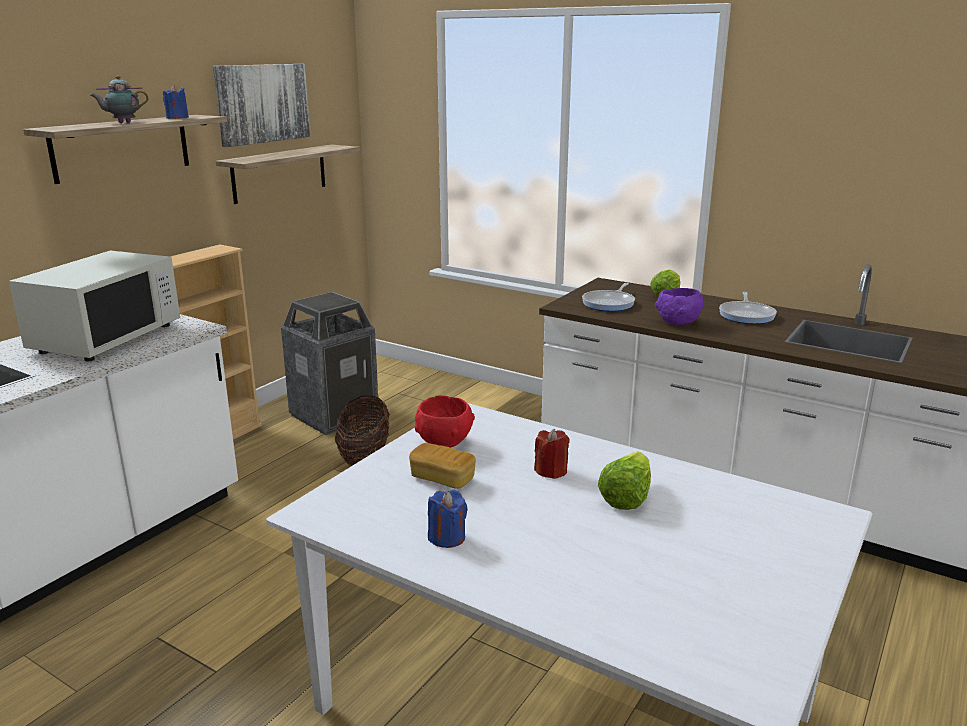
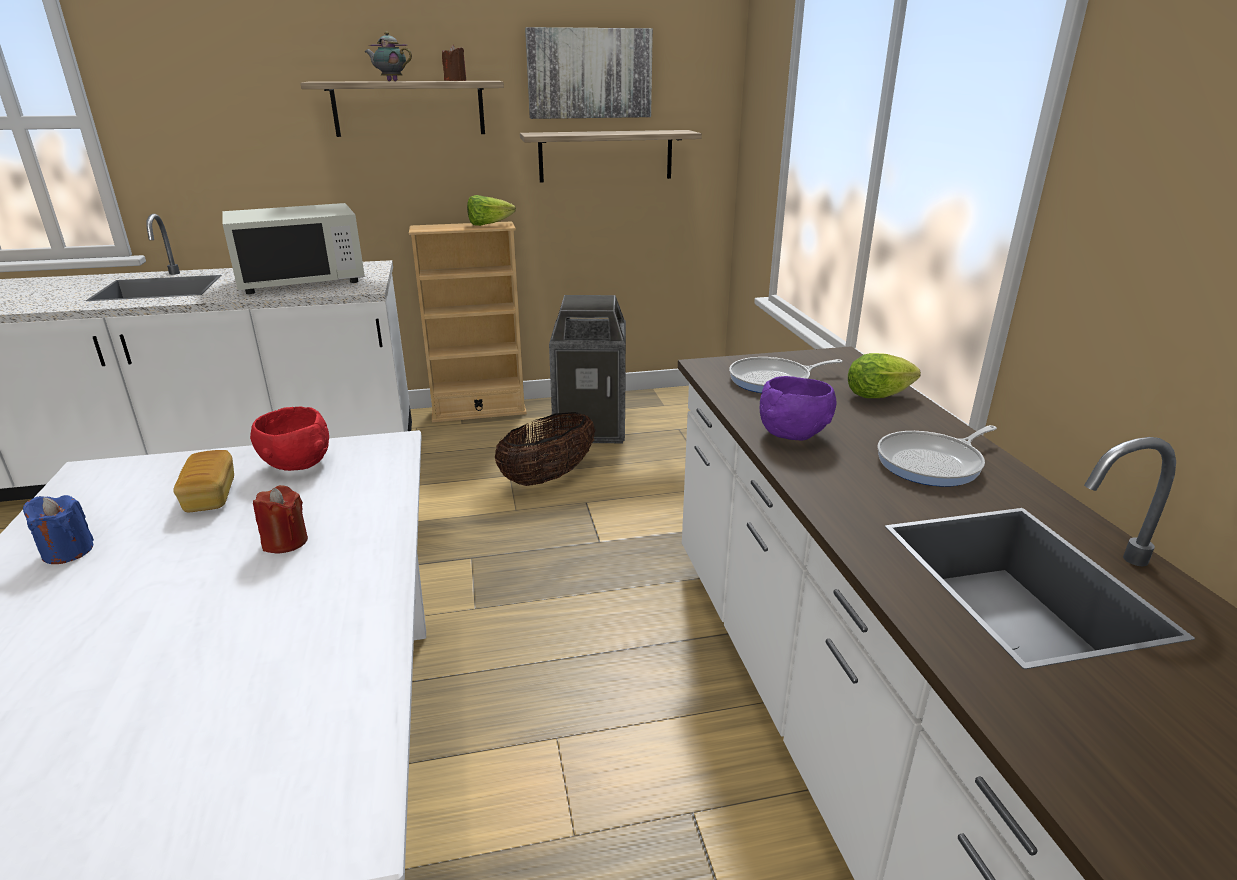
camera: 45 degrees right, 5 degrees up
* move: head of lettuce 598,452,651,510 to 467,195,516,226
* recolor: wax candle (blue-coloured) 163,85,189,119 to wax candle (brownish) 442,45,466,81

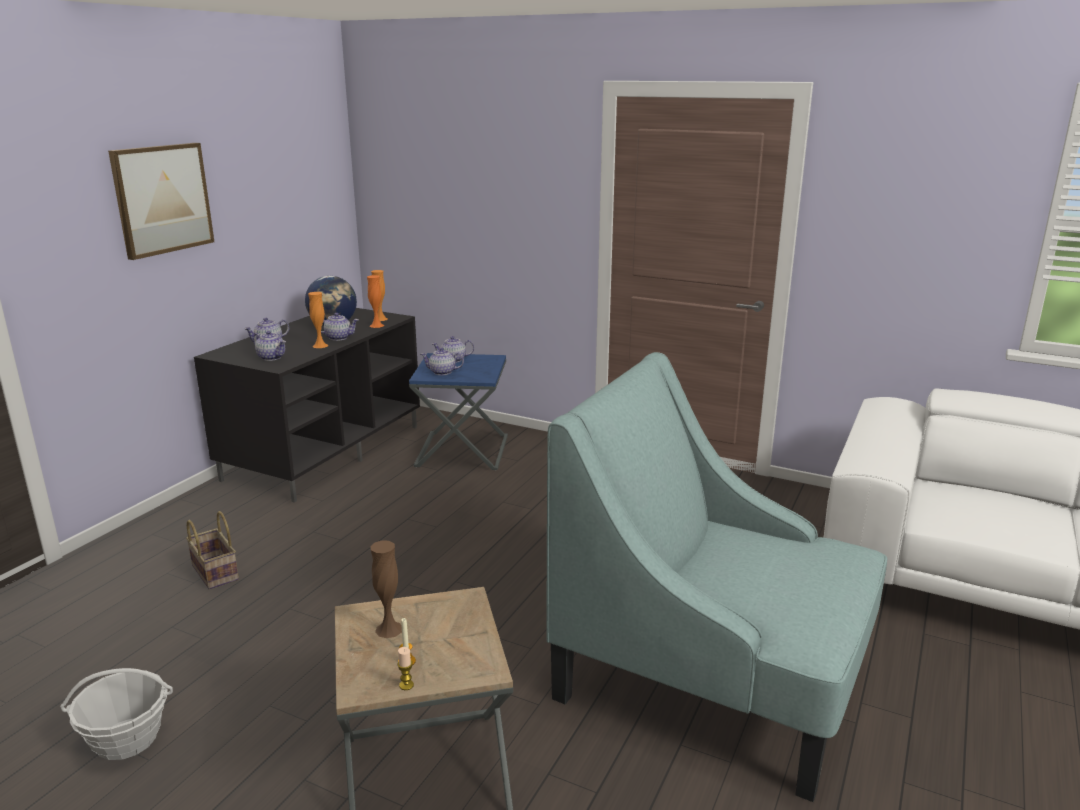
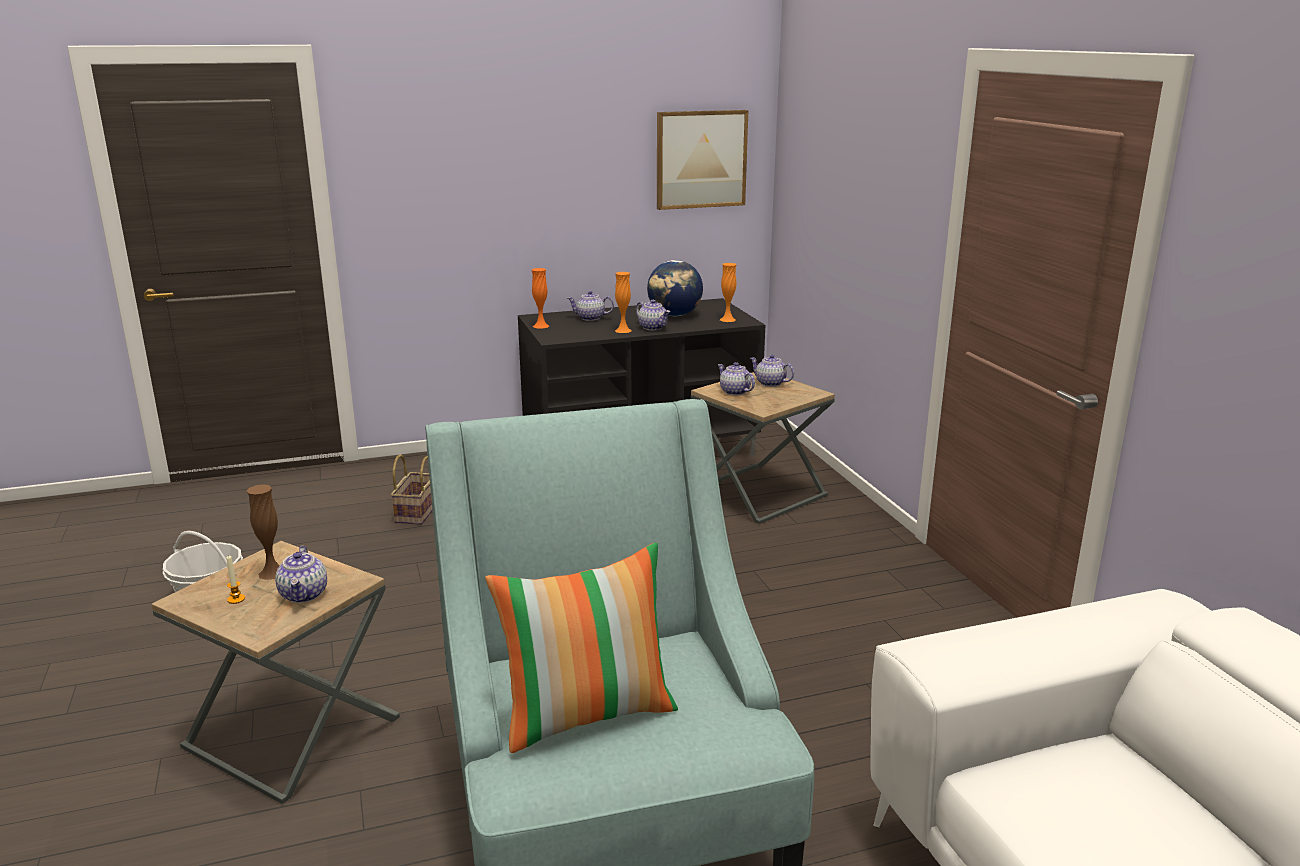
camera: 45 degrees right, 0 degrees up
* delete: wax candle 397,647,414,690
* insert: cushion 485,542,678,753
* move: wall picture 108,143,214,260 to 657,110,748,210
* move: pot for tea 253,331,286,361 to 275,546,327,603
* move: decorative vase (orangey) 367,275,384,328 to 532,268,549,328
* recolor: accent table (blue-coloured) 409,353,508,470 to accent table (brownish) 691,372,835,524

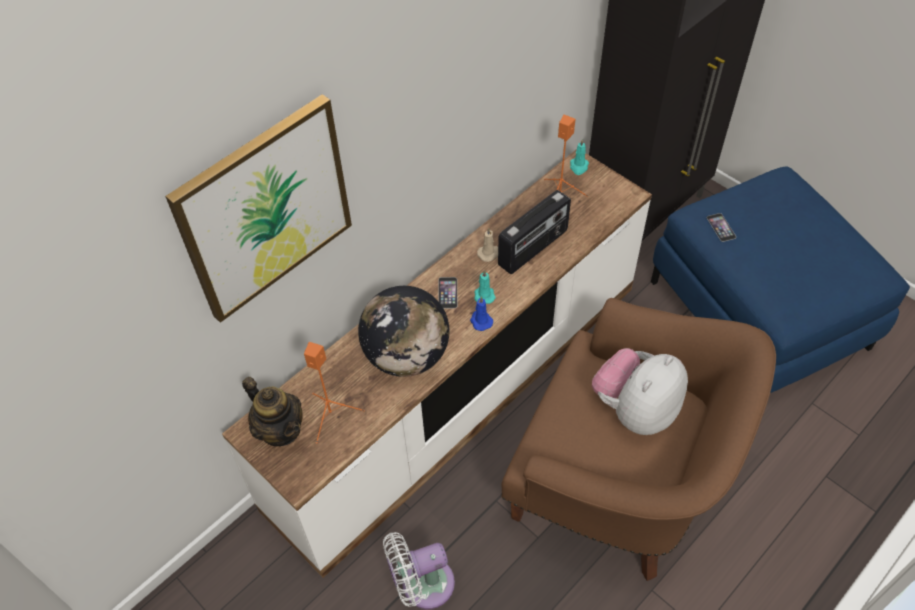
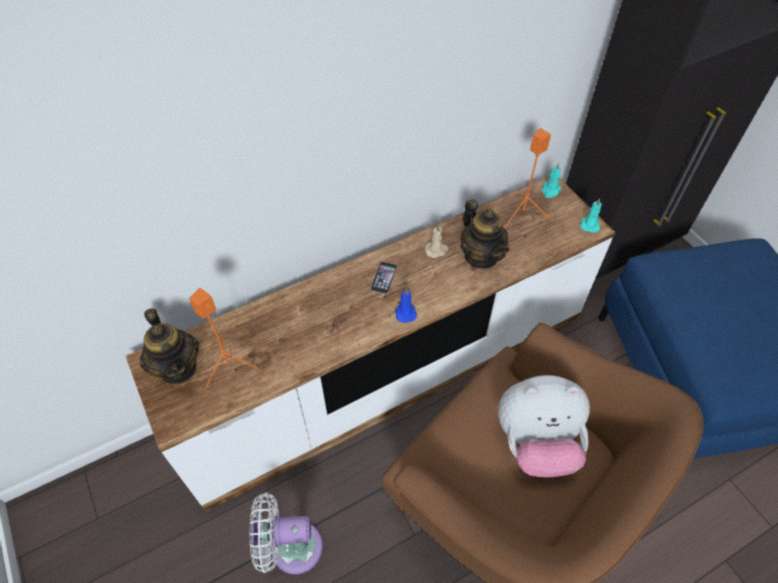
camera: 15 degrees right, 0 degrees up
* delete: wall picture 165,94,352,323
* delete: world globe 358,286,449,377
* delete: handset 707,213,736,242
* move: wax candle (blue-green) 474,270,496,304 to 580,198,602,233
* replace: radio receiver 498,190,571,274 to pot for tea 460,199,509,269
* rotate: plush toy 592,348,688,435 = 498,375,590,477 150 degrees counterclockwise

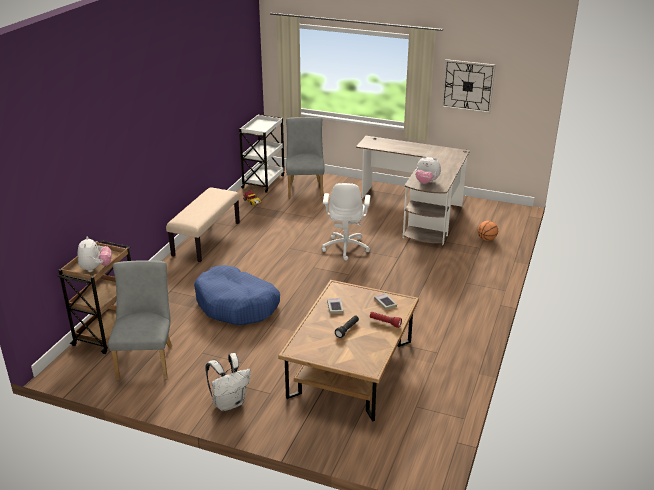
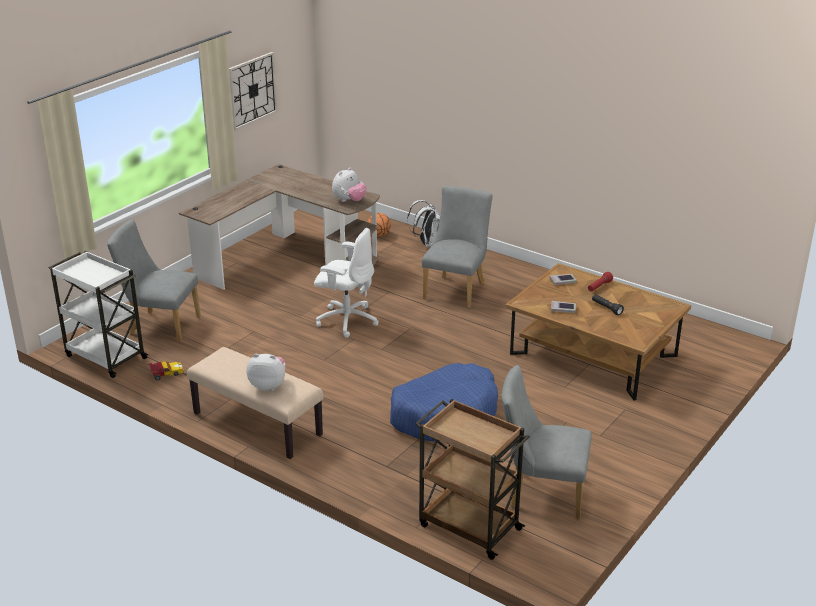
camera: 75 degrees left, 0 degrees up
* insert: chair (grey) 422,186,492,308
* move: plush toy 78,237,112,272 to 246,354,285,391
* move: backpack (whitish) 205,353,251,411 to 407,200,440,248

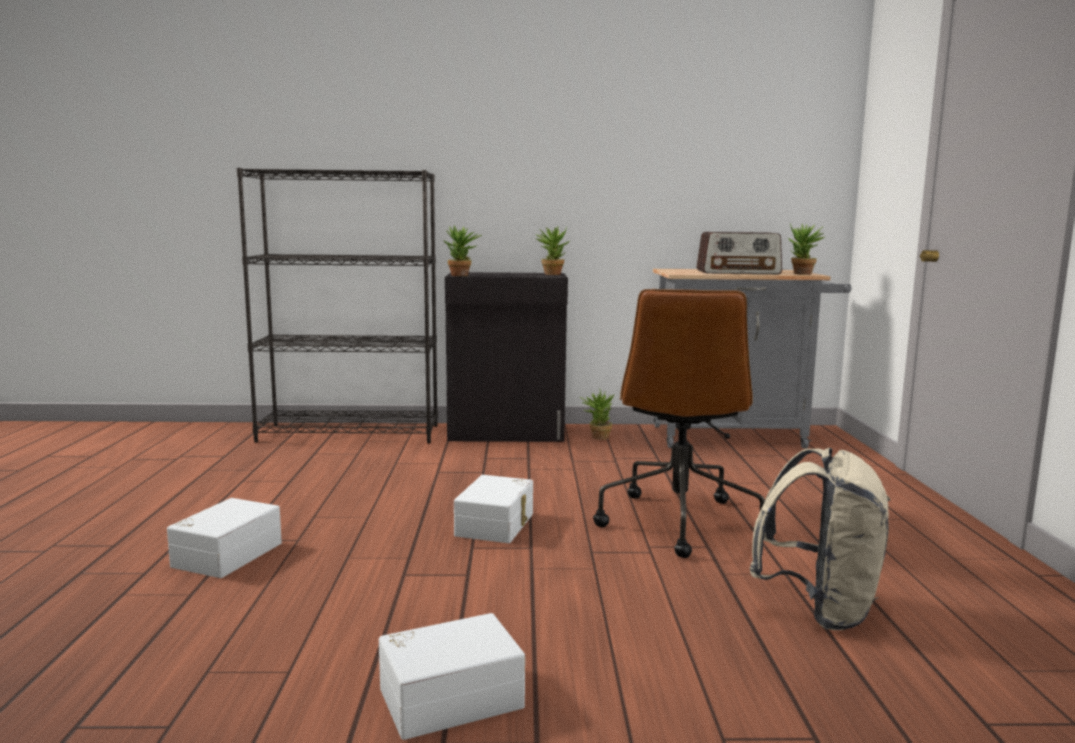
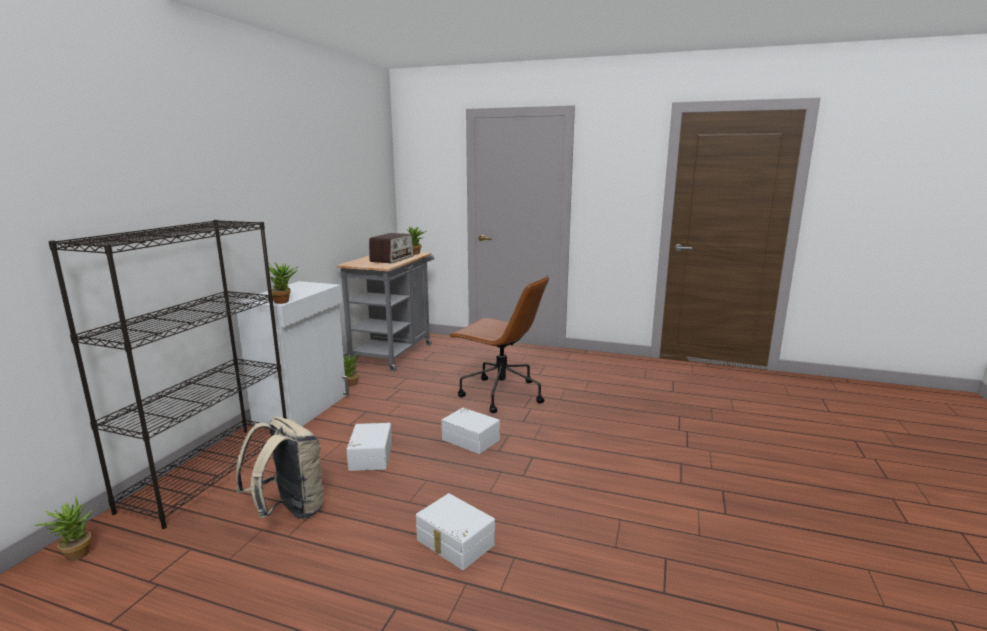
camera: 70 degrees left, 5 degrees up
* move: storage bin (whitish) 379,613,525,740 to 346,423,392,471
* move: potted plant 535,226,570,275 to 35,495,93,561
* move: backpack (sand-coloured) 749,448,890,630 to 236,417,324,519
* recolor: storage cabinet (blackish) 445,272,568,442 to storage cabinet (whitish) 235,281,349,426

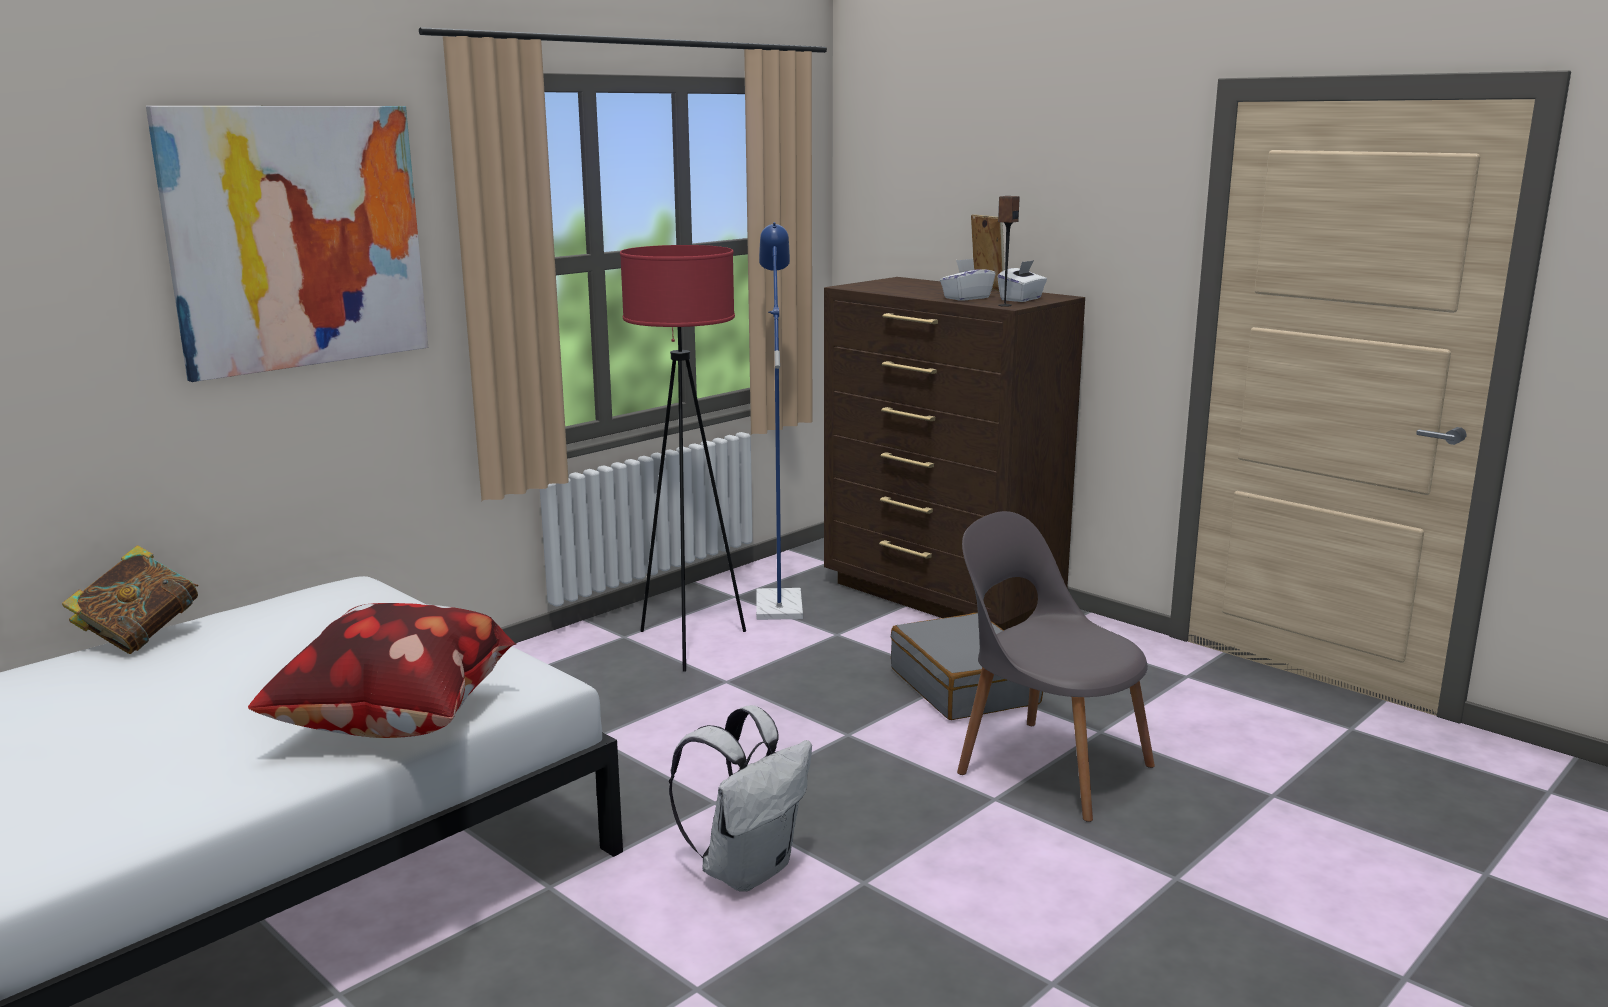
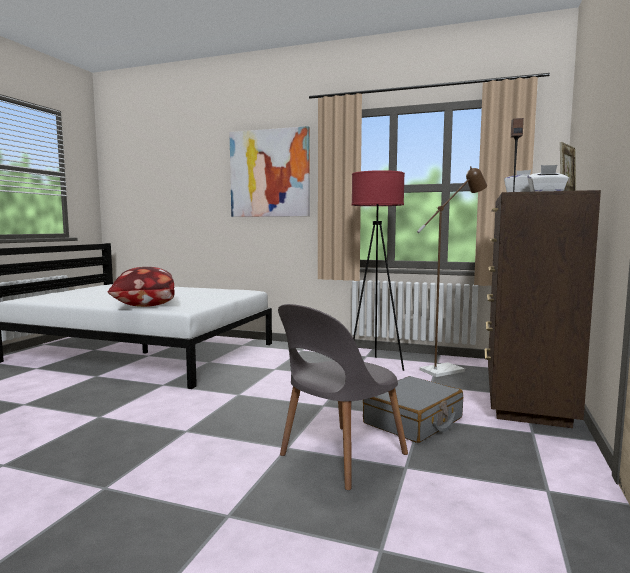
camera: 65 degrees right, 10 degrees down
* delete: book 62,545,199,654
* delete: backpack (whitish) 669,705,812,892
* recolor: standing lamp (blue-coloured) 756,222,803,620 to standing lamp (brownish) 417,166,487,377
* rotate: chair (grey) 957,511,1155,822 = 278,304,408,490 150 degrees counterclockwise

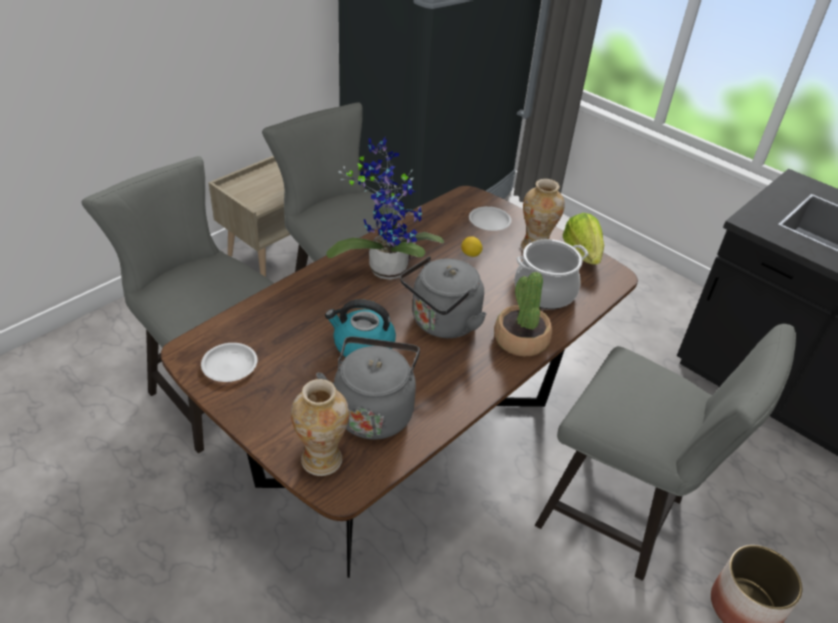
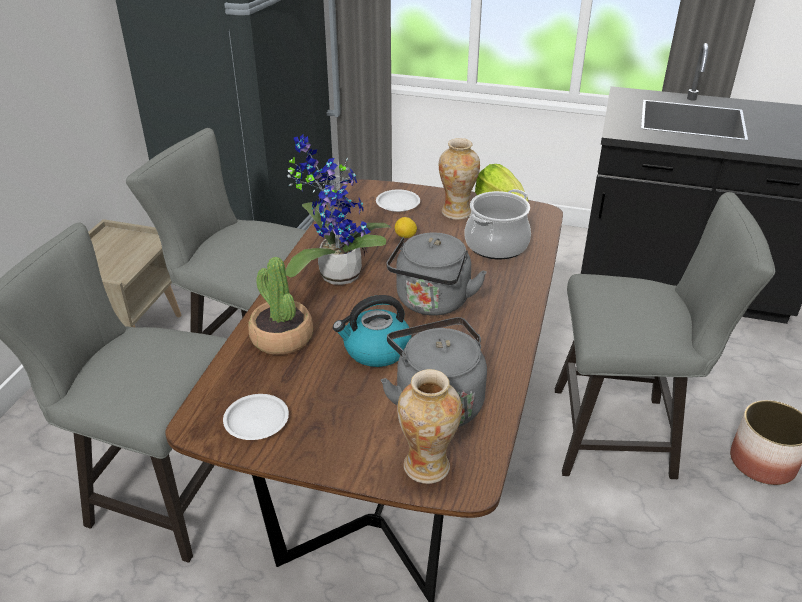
camera: 25 degrees left, 5 degrees down
* move: potted plant 494,272,552,356 to 248,257,313,355

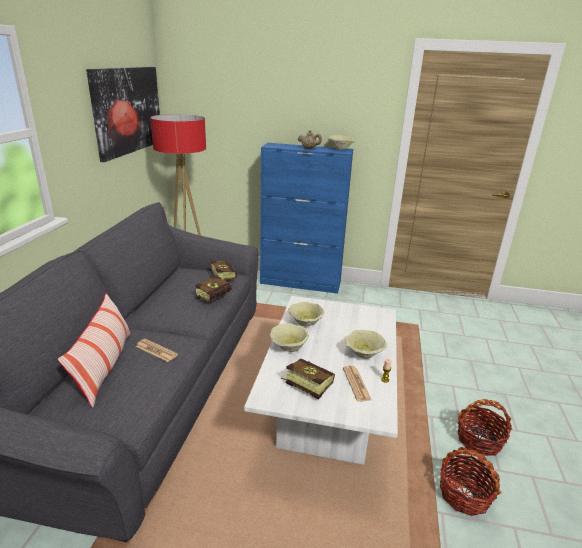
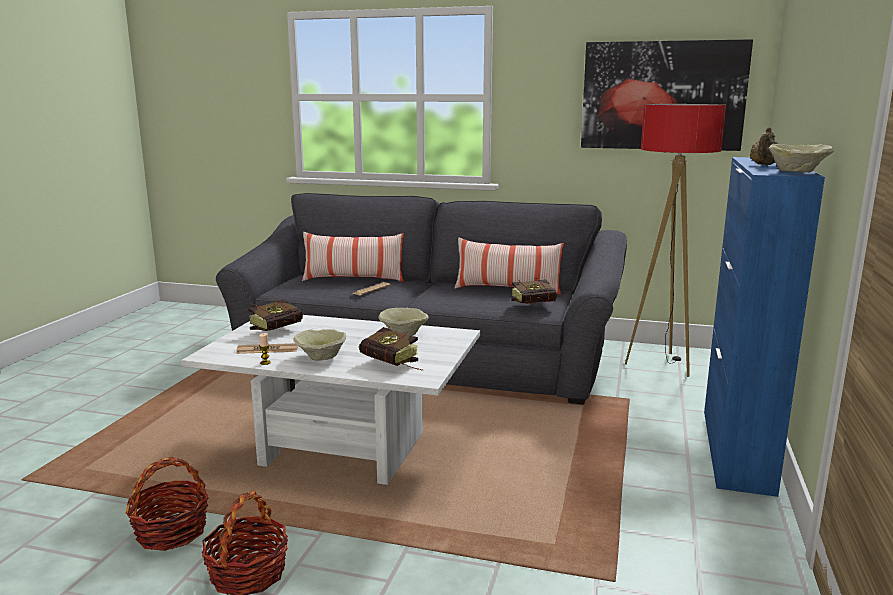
camera: 95 degrees right, 10 degrees down
* delete: bowl (sand-coloured) 270,323,309,352
* insert: cushion 455,237,564,295
* move: book 195,275,231,302 to 359,326,423,371

